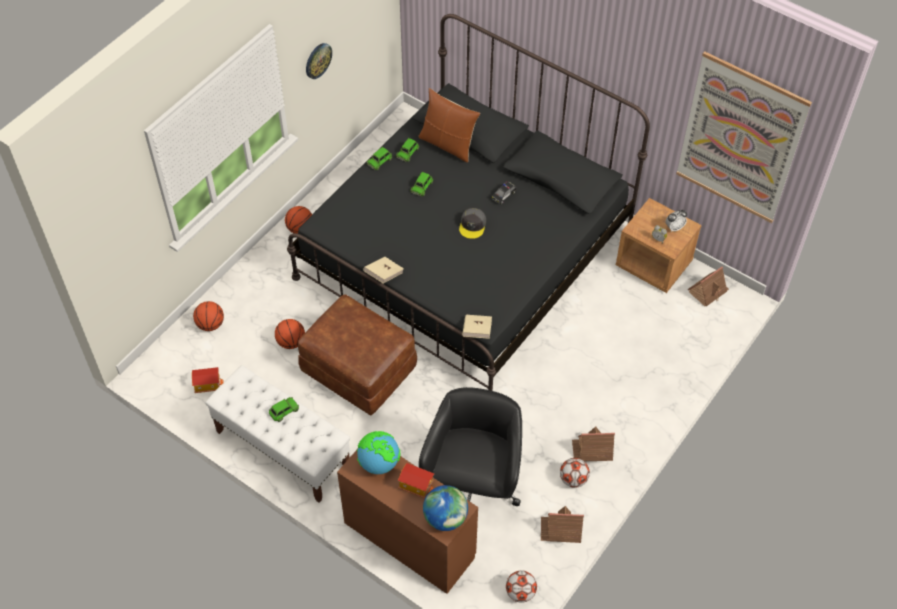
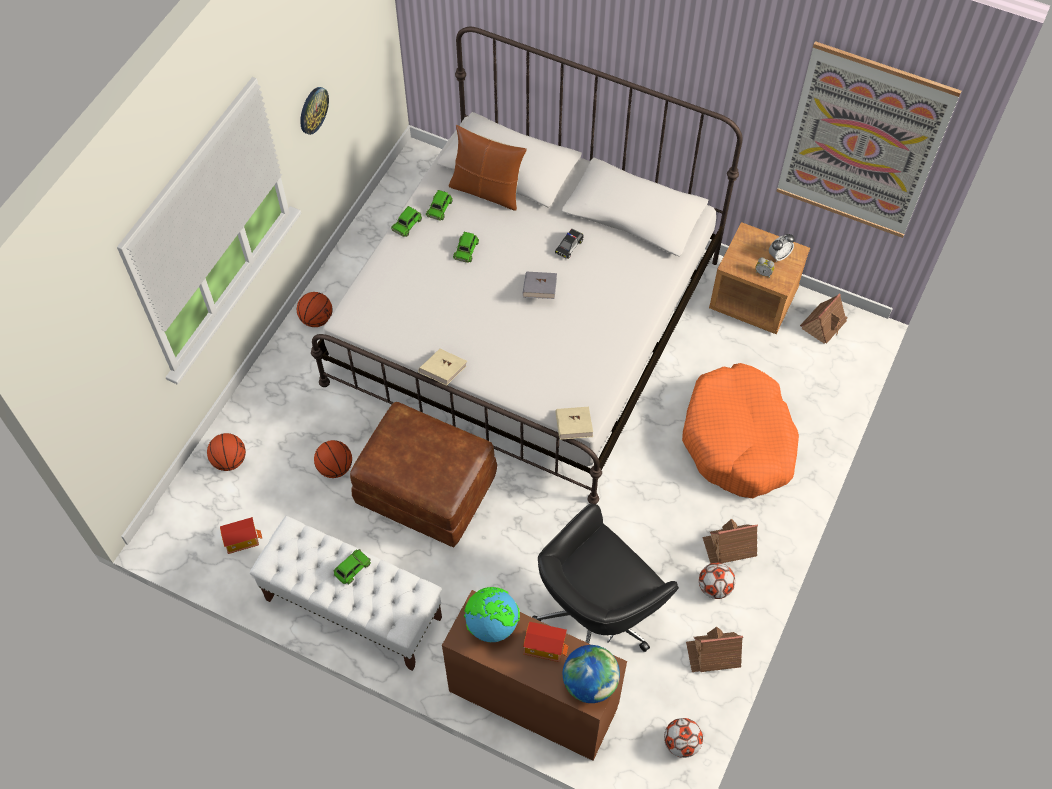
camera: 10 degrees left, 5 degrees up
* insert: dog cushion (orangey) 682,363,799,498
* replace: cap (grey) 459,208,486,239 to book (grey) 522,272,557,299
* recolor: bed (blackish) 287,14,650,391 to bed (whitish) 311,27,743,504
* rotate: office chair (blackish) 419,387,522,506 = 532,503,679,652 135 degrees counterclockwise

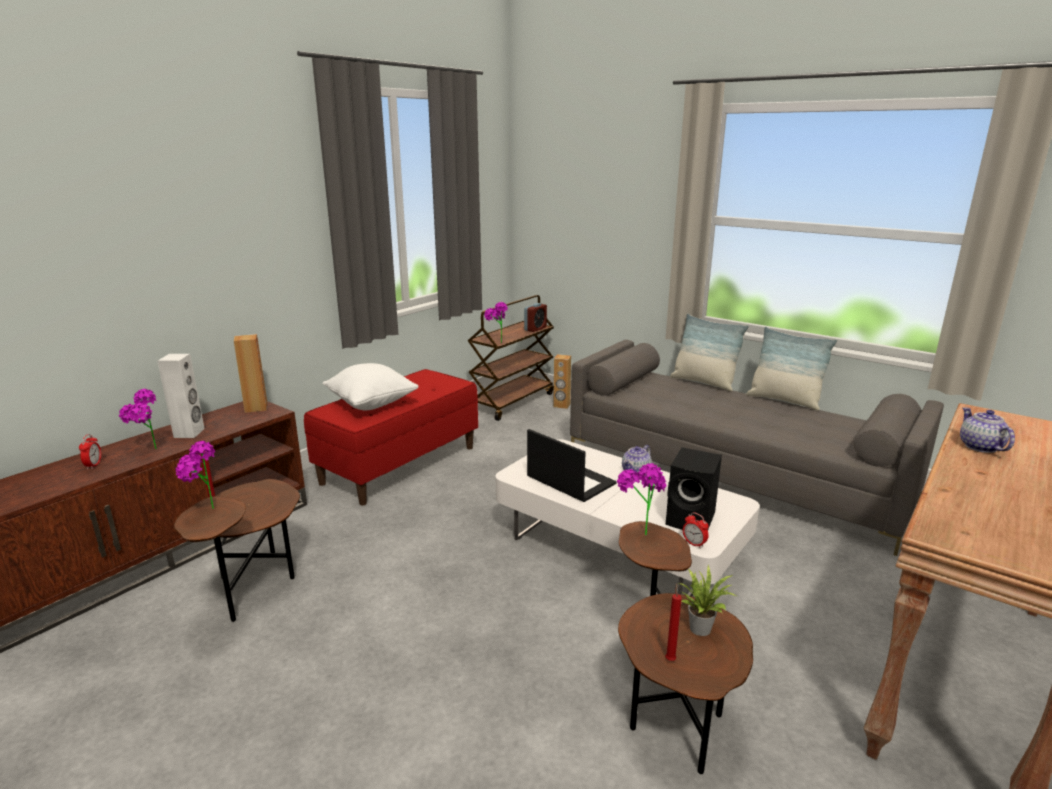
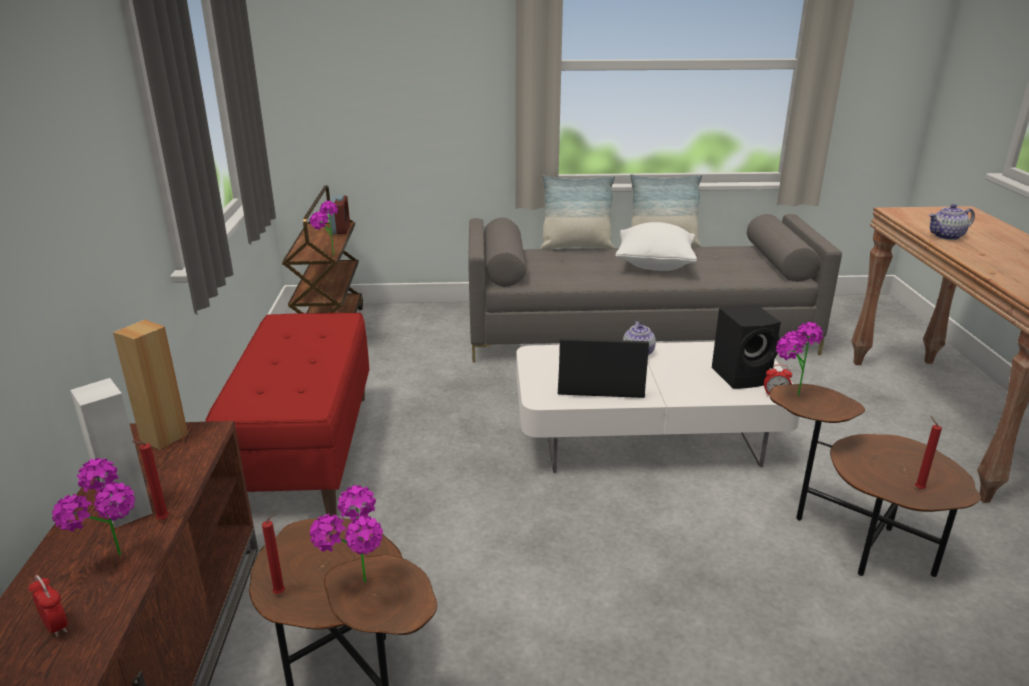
camera: 40 degrees left, 5 degrees up
* delete: speaker (brownish) 553,354,571,409
* delete: potted plant 679,565,737,636
* insert: wax candle (reddish) 132,441,169,520
* move: cushion (whitish) 323,363,419,410 to 615,222,697,271
* rotate: pot for tea 960,407,1015,453 = 928,204,975,240 60 degrees counterclockwise

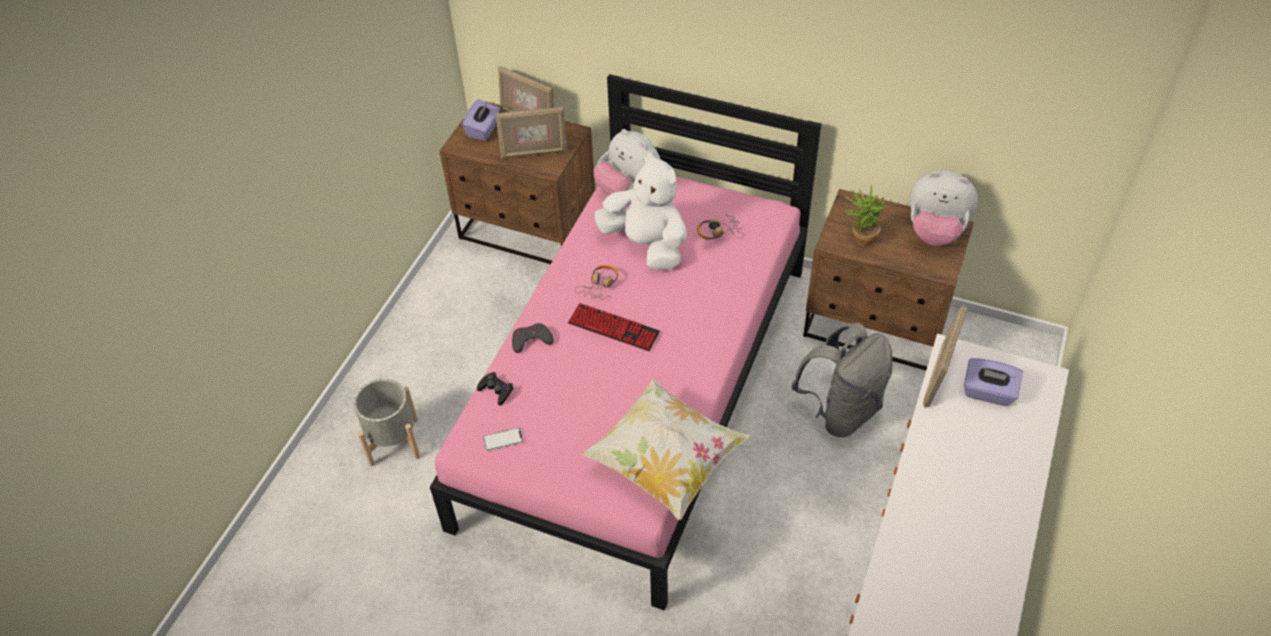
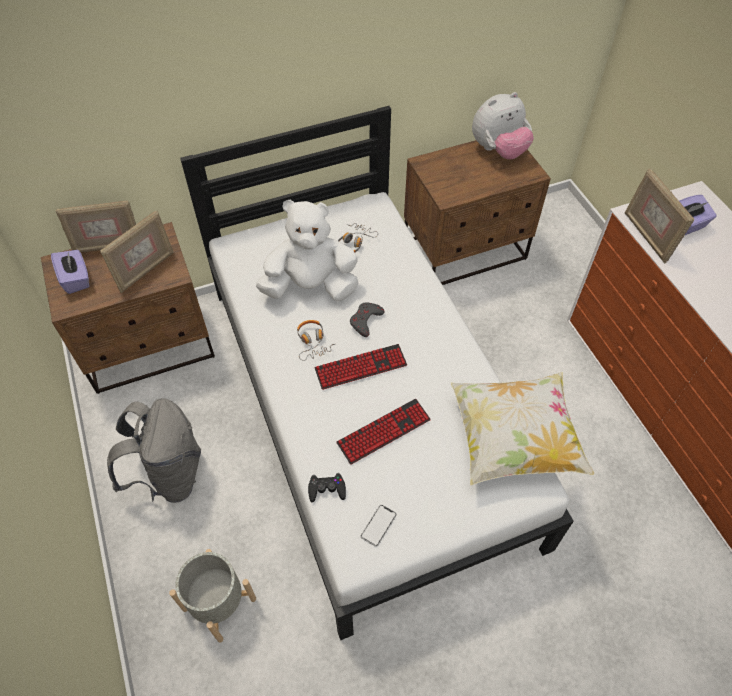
camera: 45 degrees left, 5 degrees up
* delete: plush toy 594,129,660,196
* delete: potted plant 844,185,887,247
* insert: computer keyboard 336,399,431,465
* move: game controller (grey) 512,323,554,353 to 350,302,385,337
* move: backpack (grey) 792,323,892,437 to 107,398,201,503
* recolor: bed (pink-coloured) 430,74,821,611 to bed (whitish) 180,106,574,640

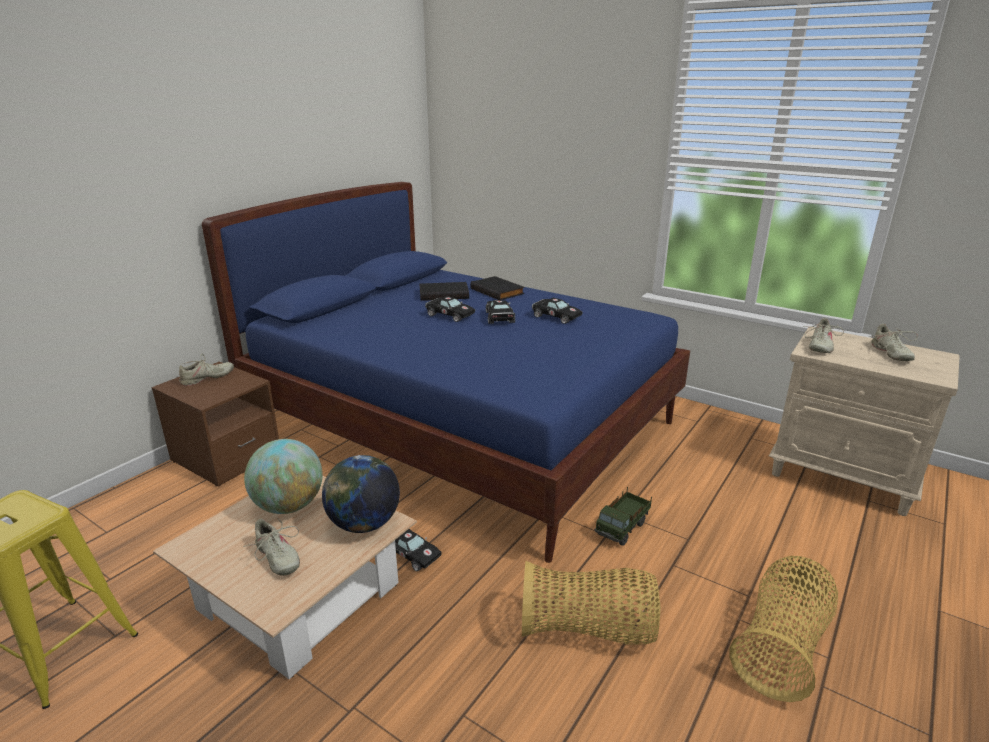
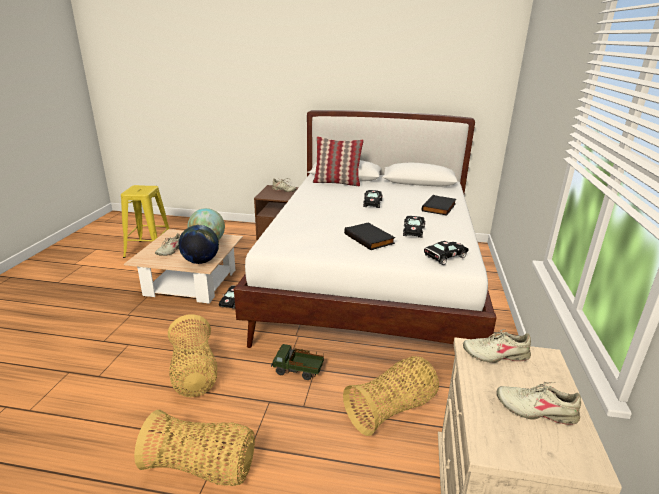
camera: 65 degrees right, 0 degrees up
* insert: cushion 313,136,364,186
* insert: storage basket 343,356,439,436
* move: book (blackish) 419,282,469,301 to 344,222,395,250
* move: toy car (blackish) 486,300,515,324 to 424,241,469,265
* recolor: bed (blue-coloured) 202,182,690,563 to bed (whitish) 234,110,497,348
* rotate: low shoe (sand-coloured) 869,324,918,361 = 497,382,581,425 45 degrees clockwise

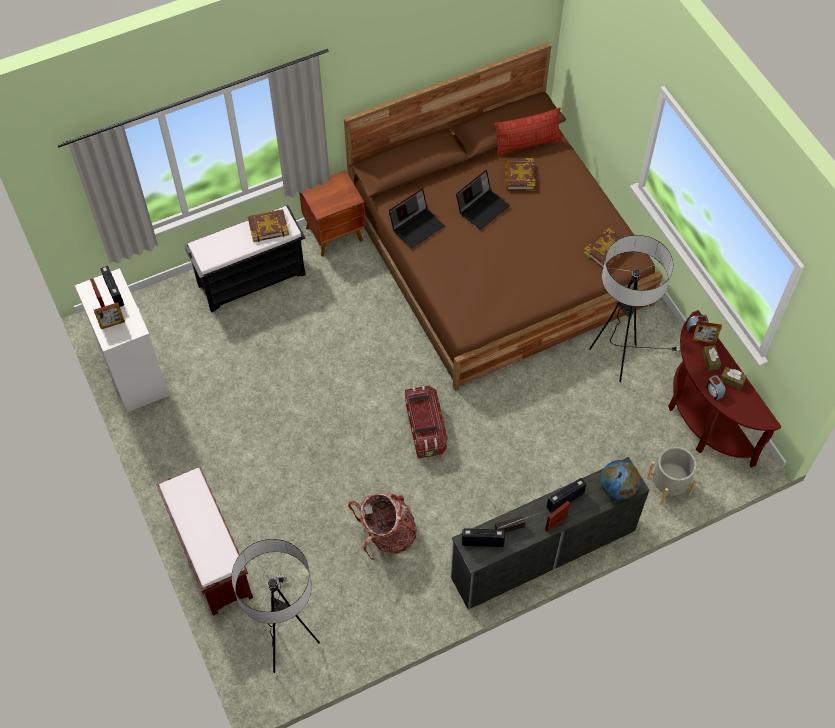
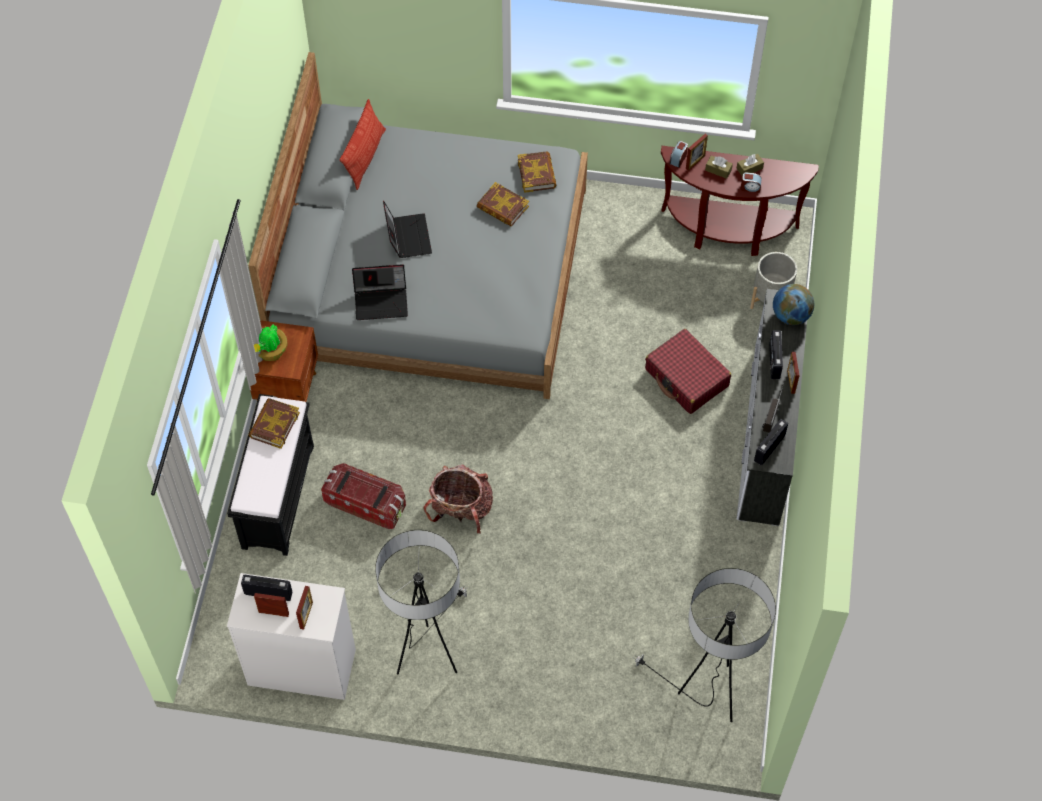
camera: 55 degrees left, 0 degrees up
* delete: long seat (brownish) 156,467,253,616
* insert: potted plant 254,325,288,361
* insert: piece of luggage (reddish) 645,329,731,414
* move: backpack 348,493,417,560 to 424,464,493,534
* move: storage bin 405,386,448,459 to 321,463,406,529
* move: book 505,158,535,191 to 477,182,529,227
* move: standing lamp 589,235,680,382 to 375,530,468,674
* recolor: bed (brownish) 344,42,663,391 to bed (grey) 248,52,588,399
* rotate: laptop 389,188,445,248 = 352,264,408,320 90 degrees clockwise

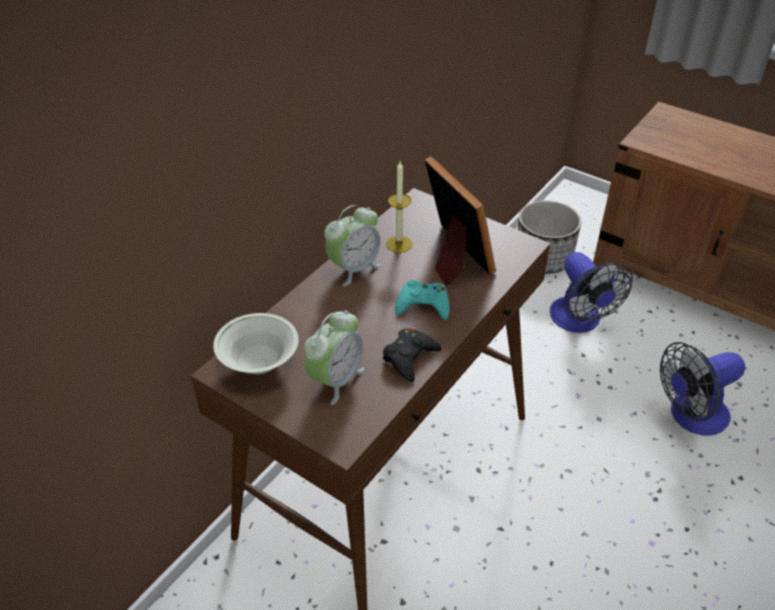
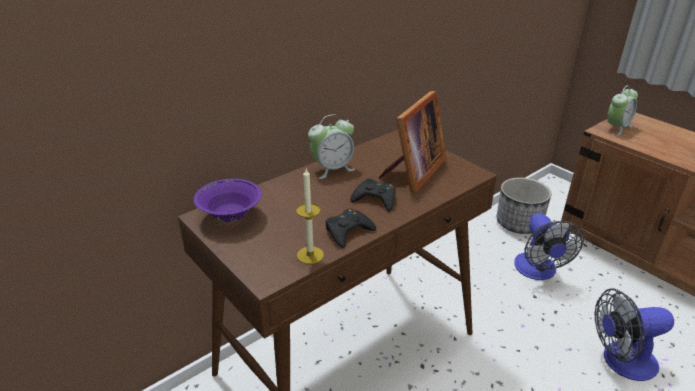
camera: 15 degrees right, 10 degrees down
* move: table clock 304,310,365,405 to 607,85,638,135
* move: wax candle 386,161,412,253 to 296,169,324,264
* recolor: bowl (whitish) 213,313,299,375 to bowl (purple-coloured) 193,179,262,222
* recolor: game controller (blue-green) 395,280,450,320 to game controller (blackish) 350,178,396,211
* rotate: standing frame 425,156,496,286 = 379,91,447,192 45 degrees clockwise

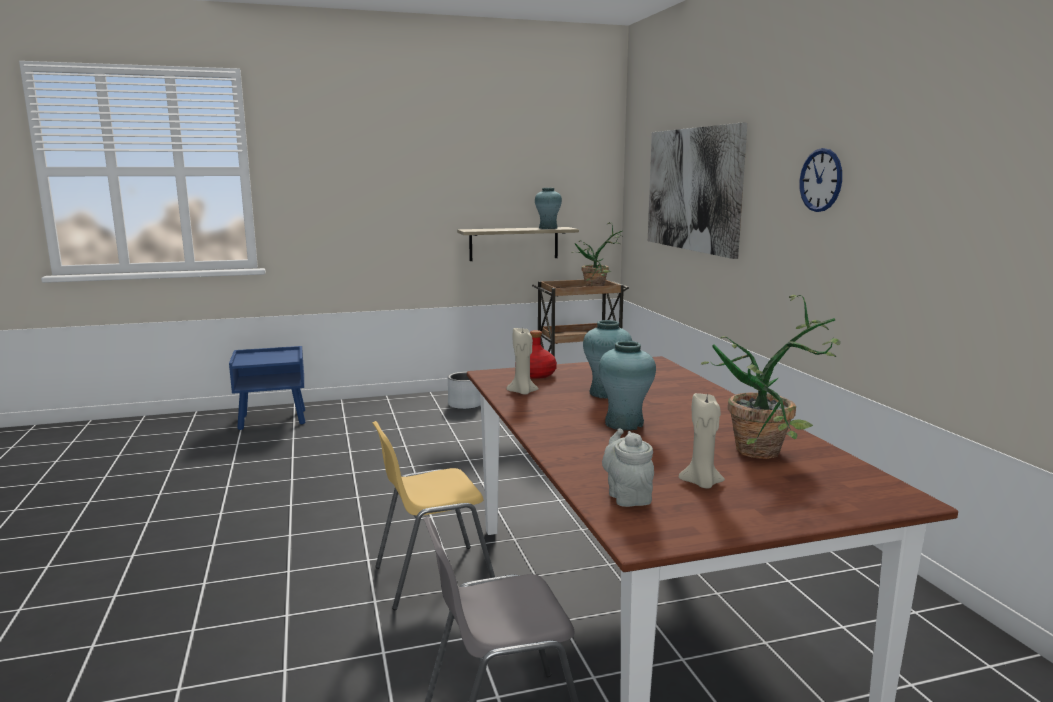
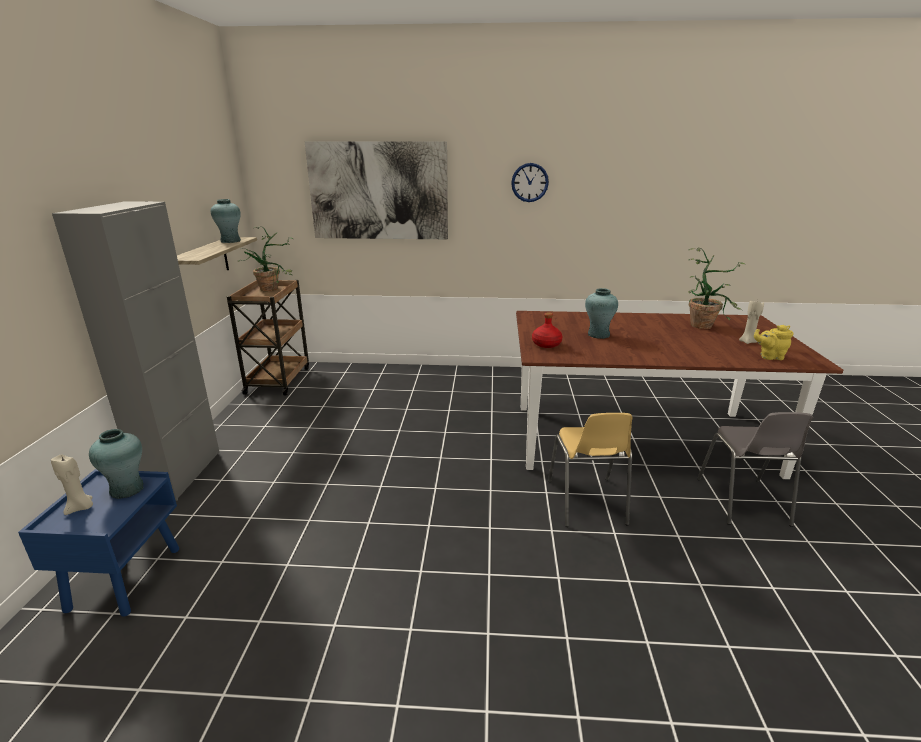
camera: 70 degrees left, 10 degrees up
* delete: flower pot (grey) 448,372,481,410
* insert: storage cabinet (grey) 52,201,220,501
* move: wax candle (sand-coloured) 506,328,539,395 to 51,454,93,515
* move: decorative vase (blue-green) 599,341,656,430 to 89,429,144,499
* recolor: pot for tea (grey) 602,428,654,507 to pot for tea (yellow-coloured) 754,325,794,360

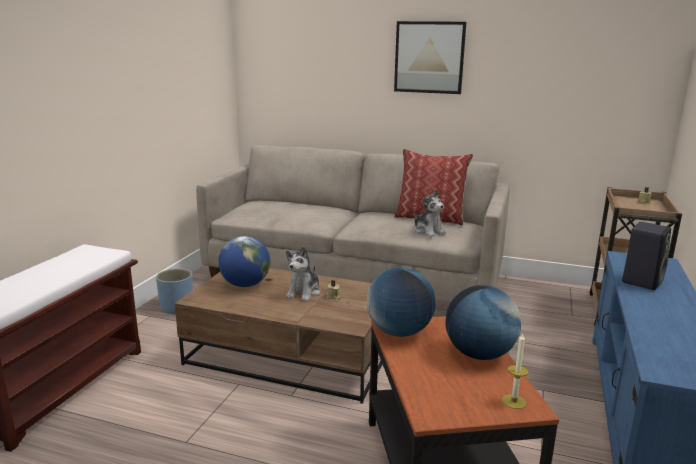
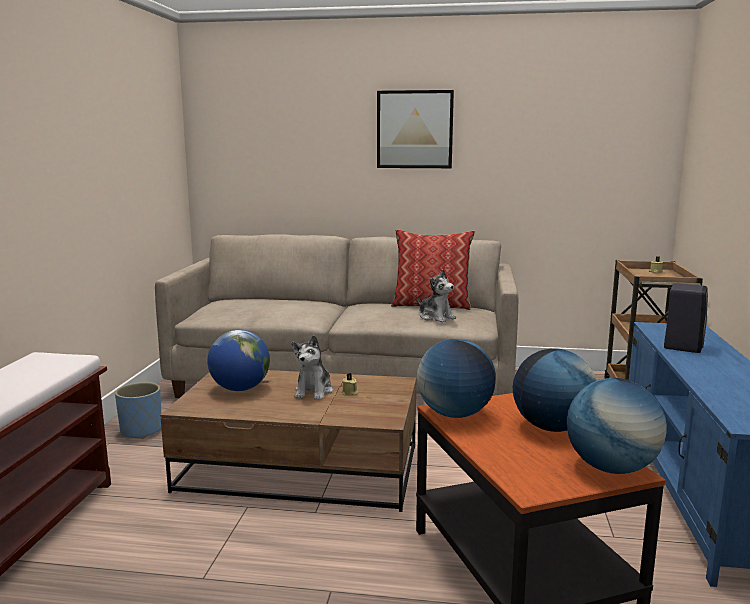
camera: 10 degrees left, 5 degrees down
* replace: wax candle 502,334,529,409 to world globe 567,378,667,474

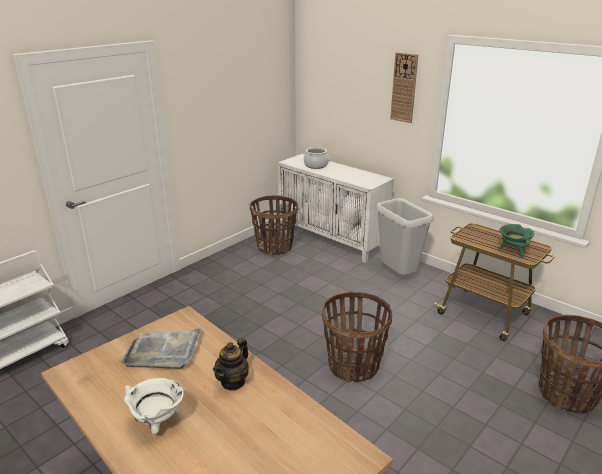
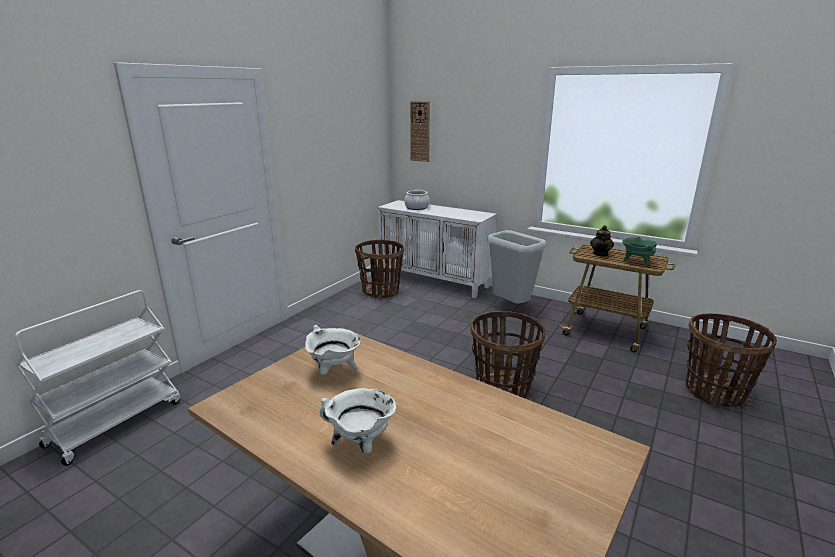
camera: 10 degrees left, 5 degrees down
* move: pot for tea 213,338,249,391 to 590,225,614,257
* move: wall clock 390,52,418,123 to 410,101,430,162
* replace: tray (grey) 121,328,202,369 to saucepot (whitish) 305,325,361,375

